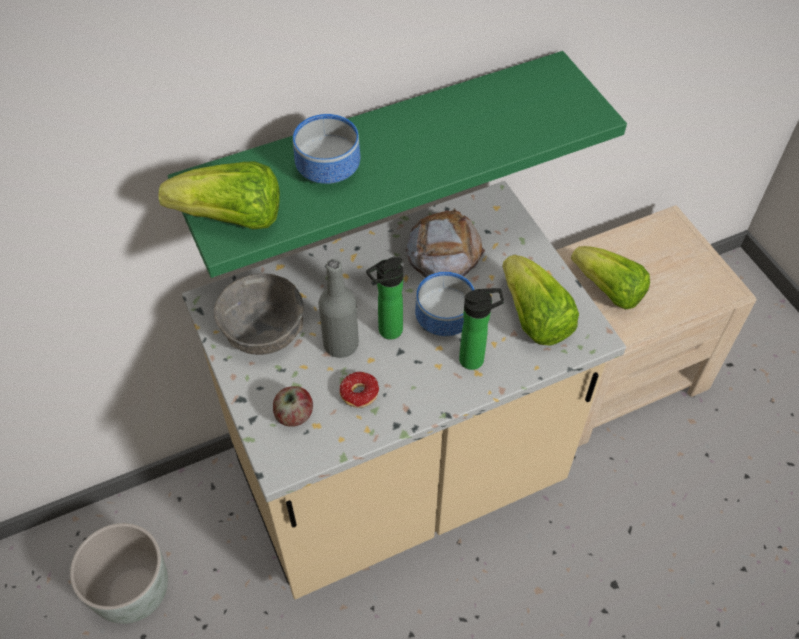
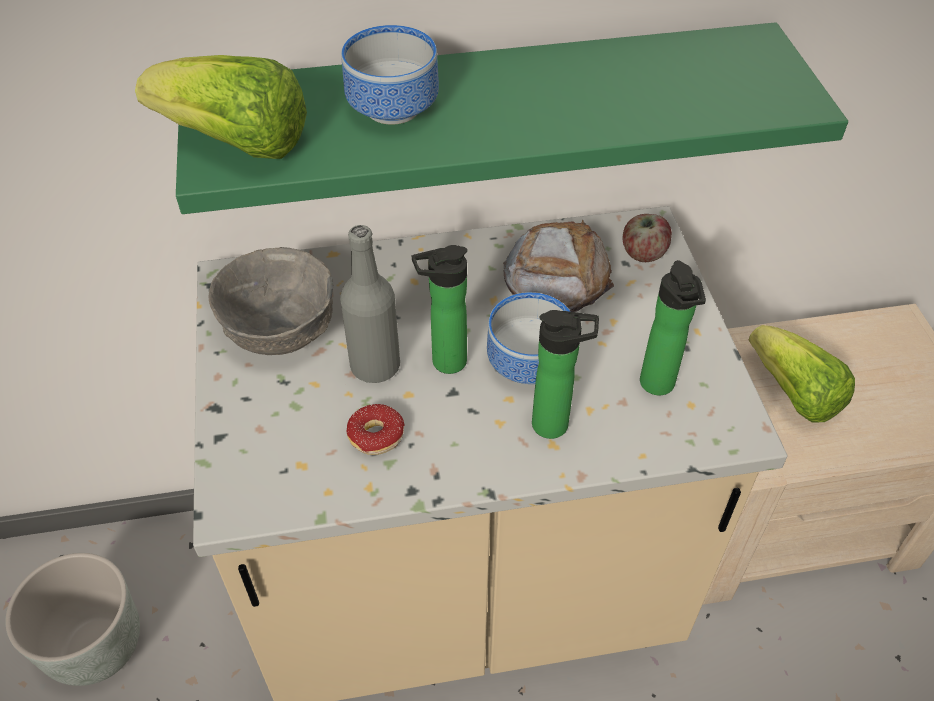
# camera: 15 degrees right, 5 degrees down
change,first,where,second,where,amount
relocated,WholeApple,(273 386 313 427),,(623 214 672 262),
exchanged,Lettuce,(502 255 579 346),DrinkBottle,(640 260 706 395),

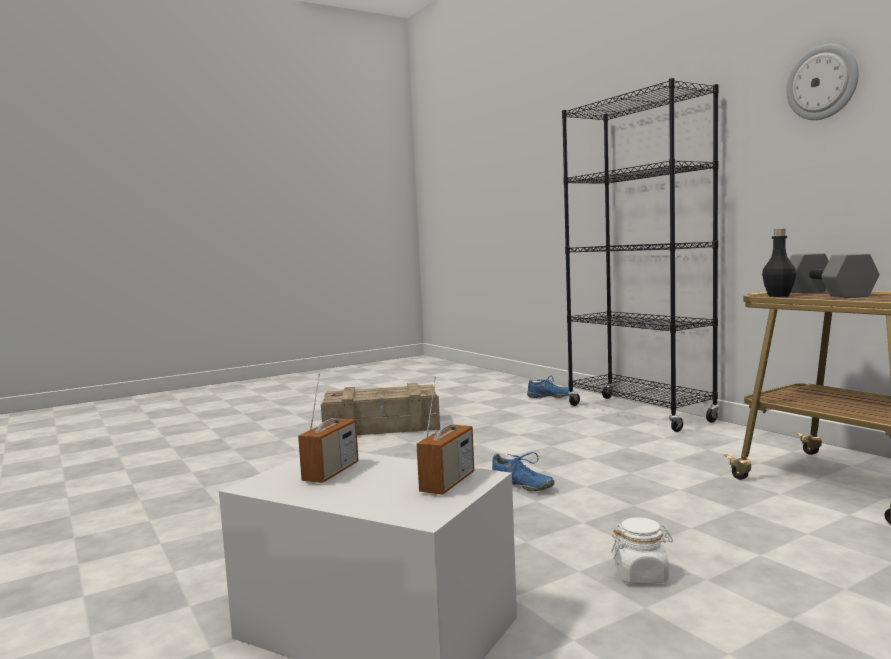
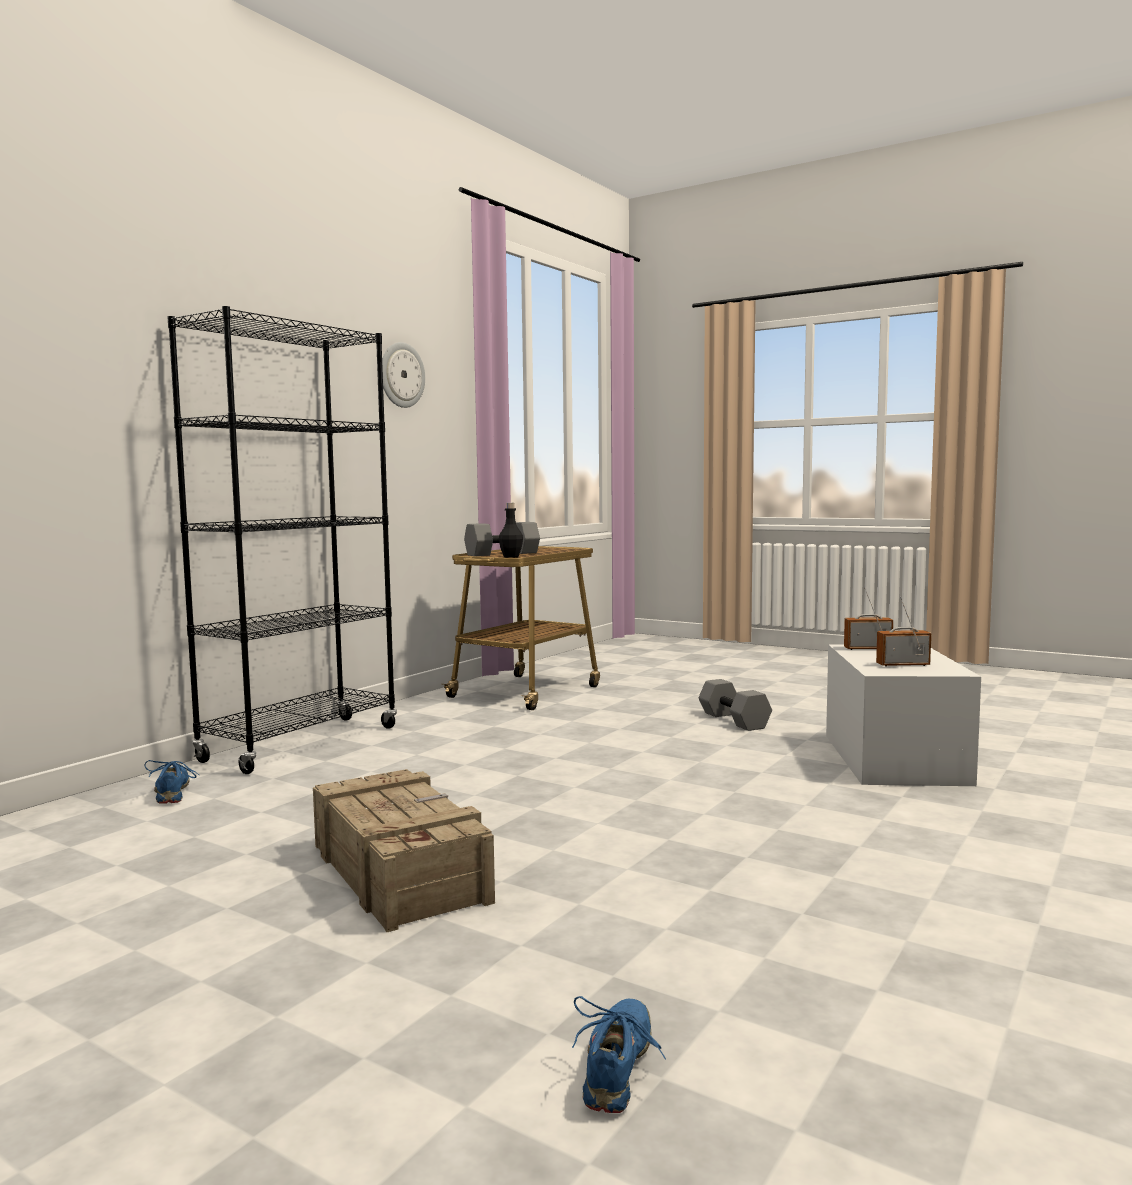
# camera: 115 degrees left, 0 degrees up
change,first,where,second,where,amount
relocated,BlueShoe,(492 452 554 491),,(572 996 666 1113),
exchanged,WhitishStorageJar,(610 517 673 584),GreyFreeWeight,(699 679 772 731),

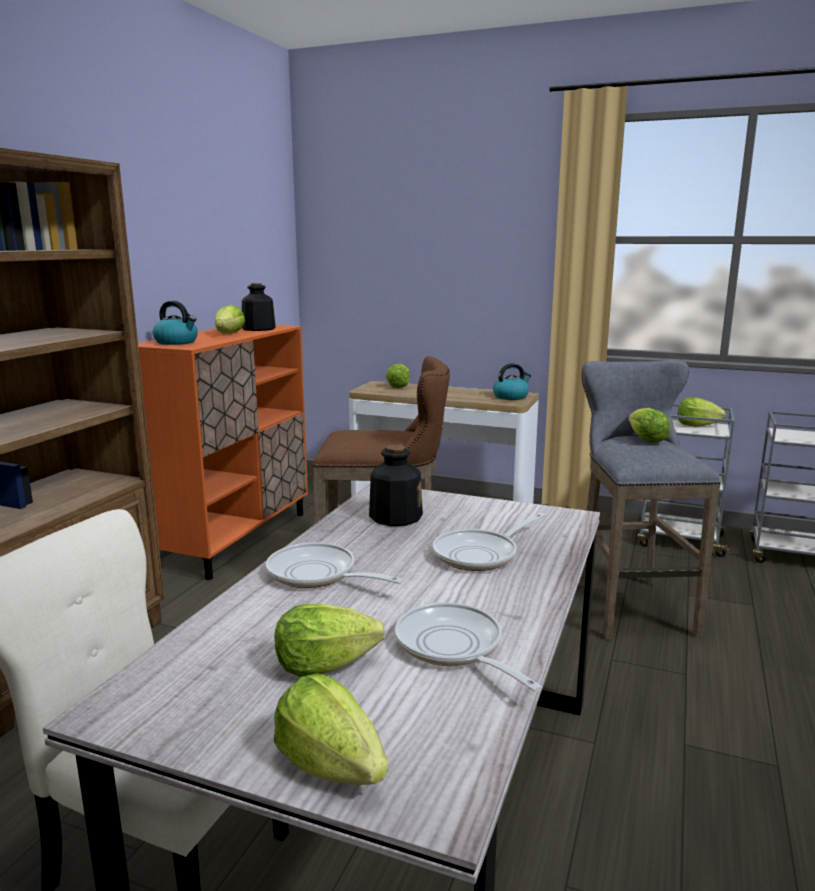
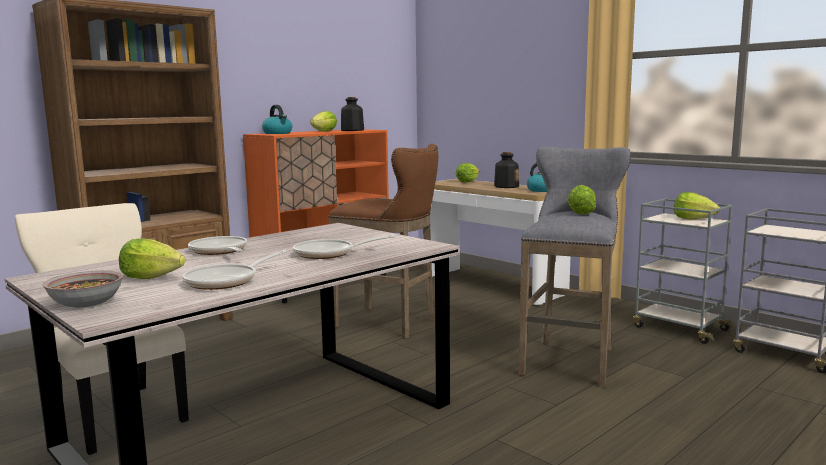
# camera: 25 degrees right, 5 degrees down
change,first,where,second,where,amount
exchanged,Lettuce,(273 673 388 785),DeepDish,(43 270 123 308),
spun,FryingPan,(395 602 542 692),,(182 250 288 290),135 degrees counterclockwise
relocated,DrinkBottle,(369 445 423 526),,(494 152 519 188),

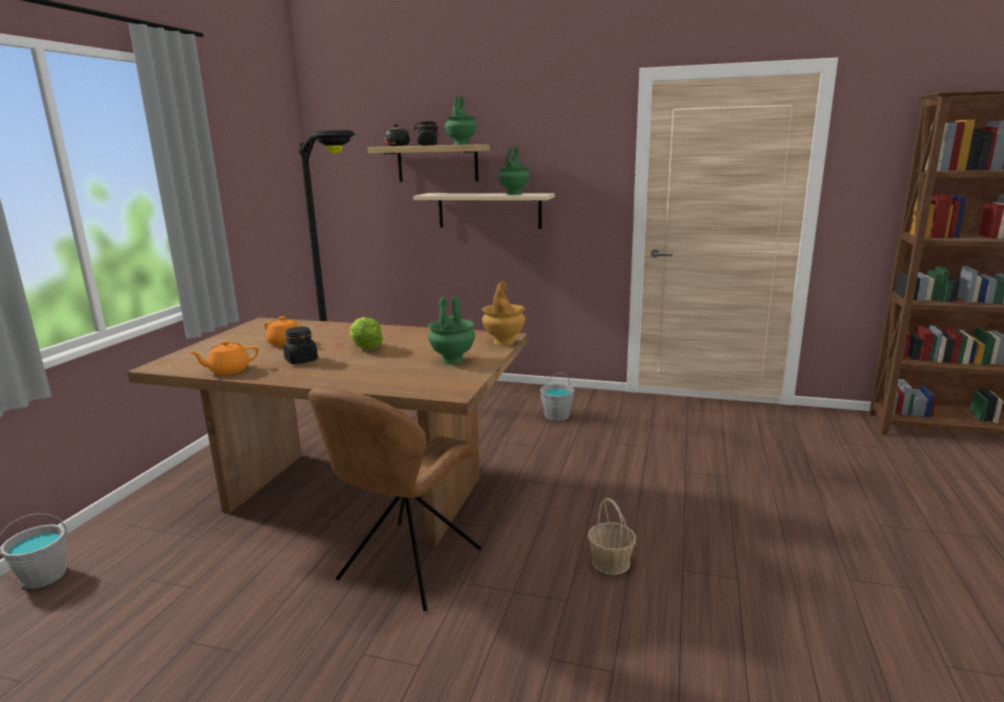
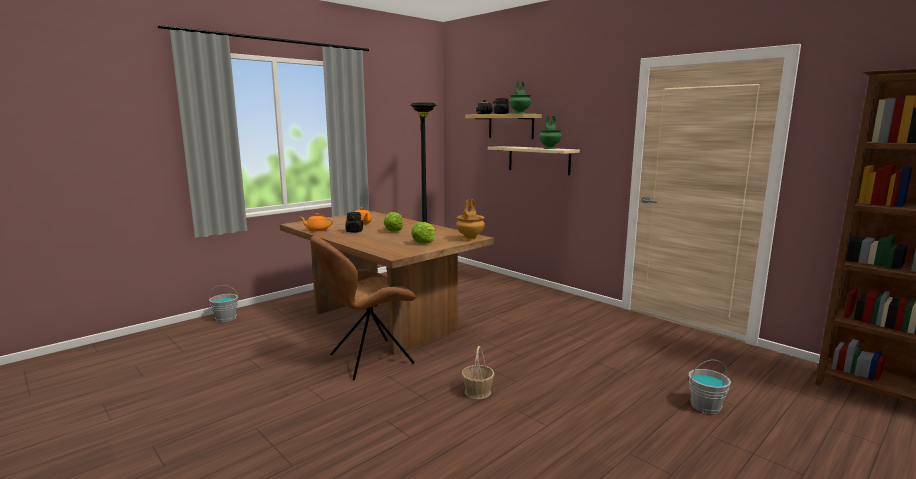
# camera: 30 degrees right, 5 degrees down
change,first,where,second,where,amount
exchanged,GreenDecorativeVase,(428 296 475 365),Lettuce,(411 222 435 244),
relocated,GreyWaterBucket,(540 373 574 421),,(689 360 731 414),

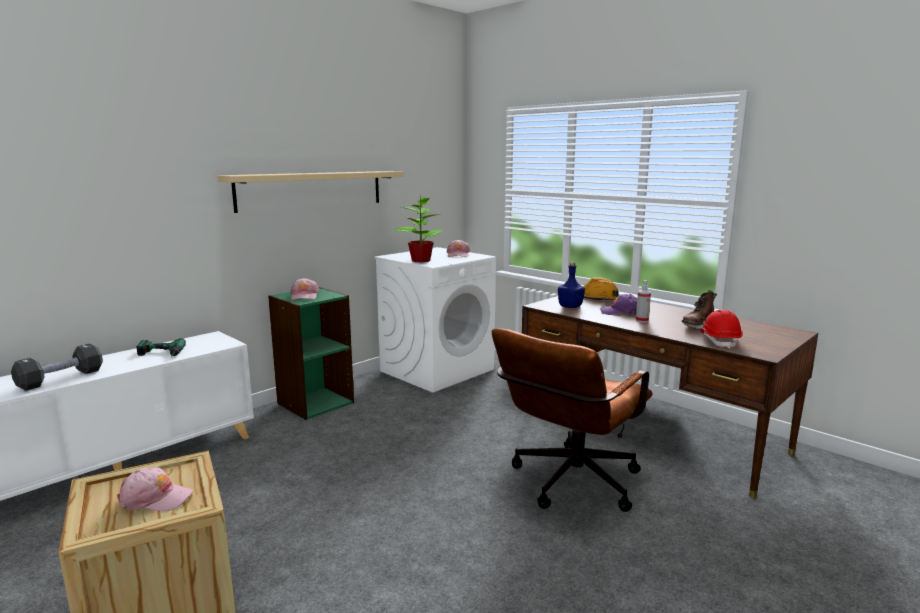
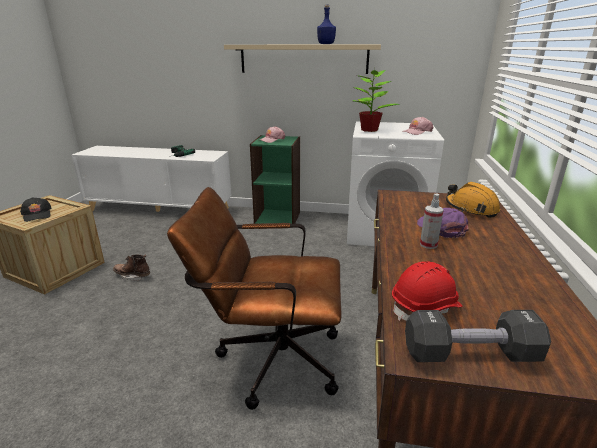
# camera: 55 degrees right, 10 degrees up
change,first,where,second,where,amount
colour,PinkBaseballCap,(117 467 193 511),BlackColouredBaseballCap,(20 197 52 222),
relocated,BrownBoot,(682 290 717 329),,(113 255 150 281),
relocated,BlueDrinkBottle,(558 262 585 308),,(317 4 336 44),
relocated,BlackColouredFreeWeight,(11 344 103 391),,(405 310 551 362),

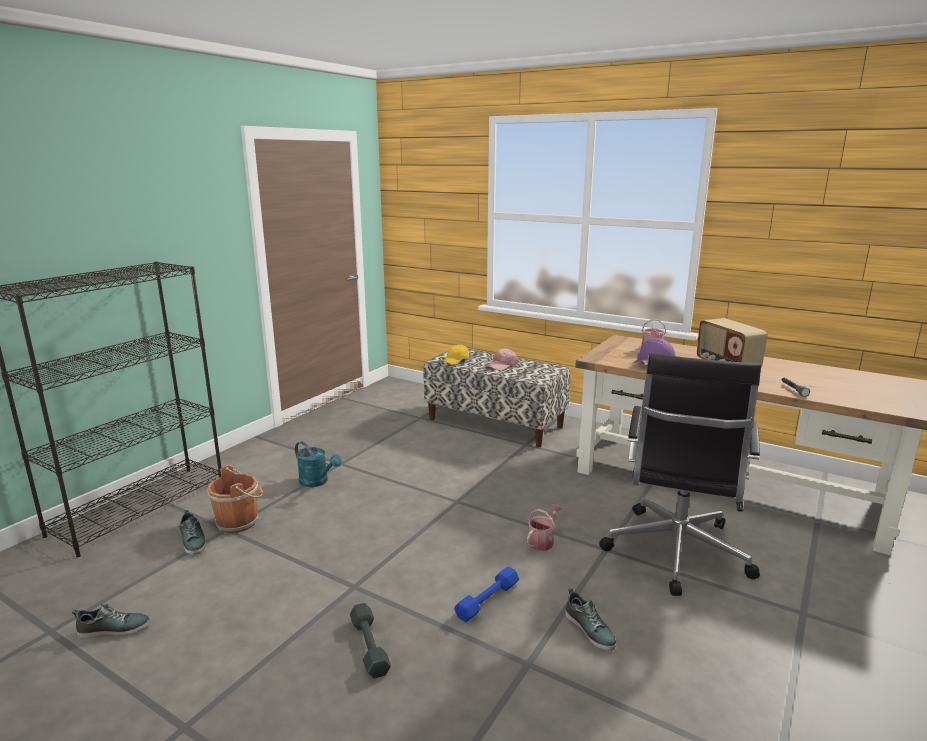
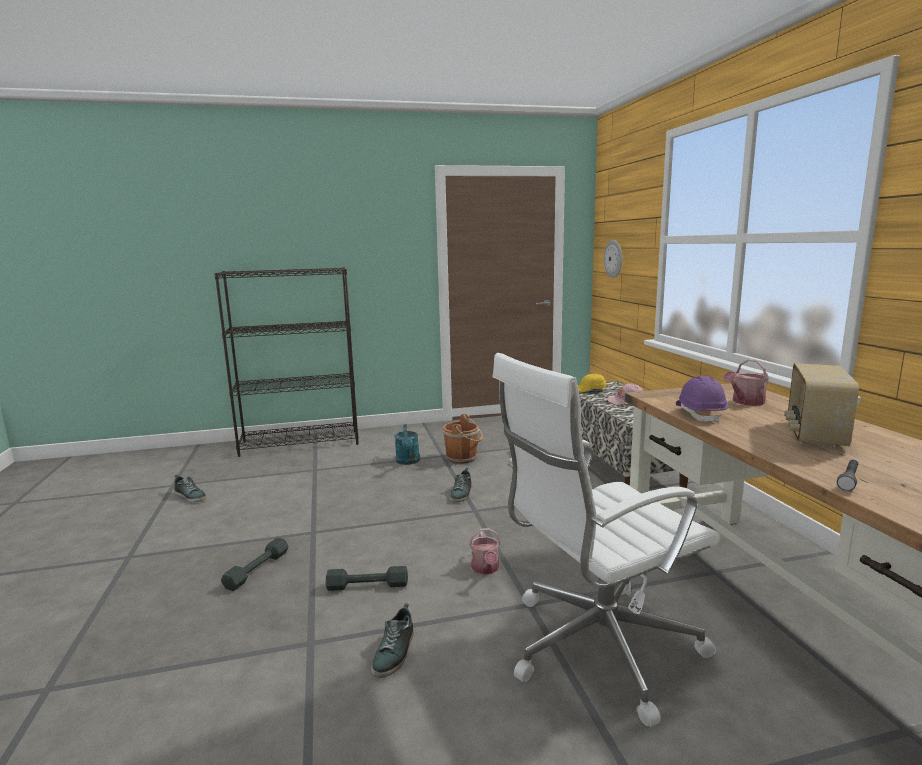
# camera: 45 degrees right, 5 degrees down
change,first,where,second,where,amount
colour,BlueFreeWeight,(454 567 519 622),GreyFreeWeight,(326 566 408 591),
relocated,BrownWaterBucket,(207 465 264 533),,(443 414 483 464),
relocated,Shoe,(179 510 206 555),,(450 468 471 503),
spun,SprinklingCan,(527 504 562 551),,(469 528 501 575),90 degrees clockwise
colour,BlackColouredOfficeChair,(599 353 761 596),WhitishOfficeChair,(493 353 720 727),
appeared,,,HangingClock,(604 240 622 278),

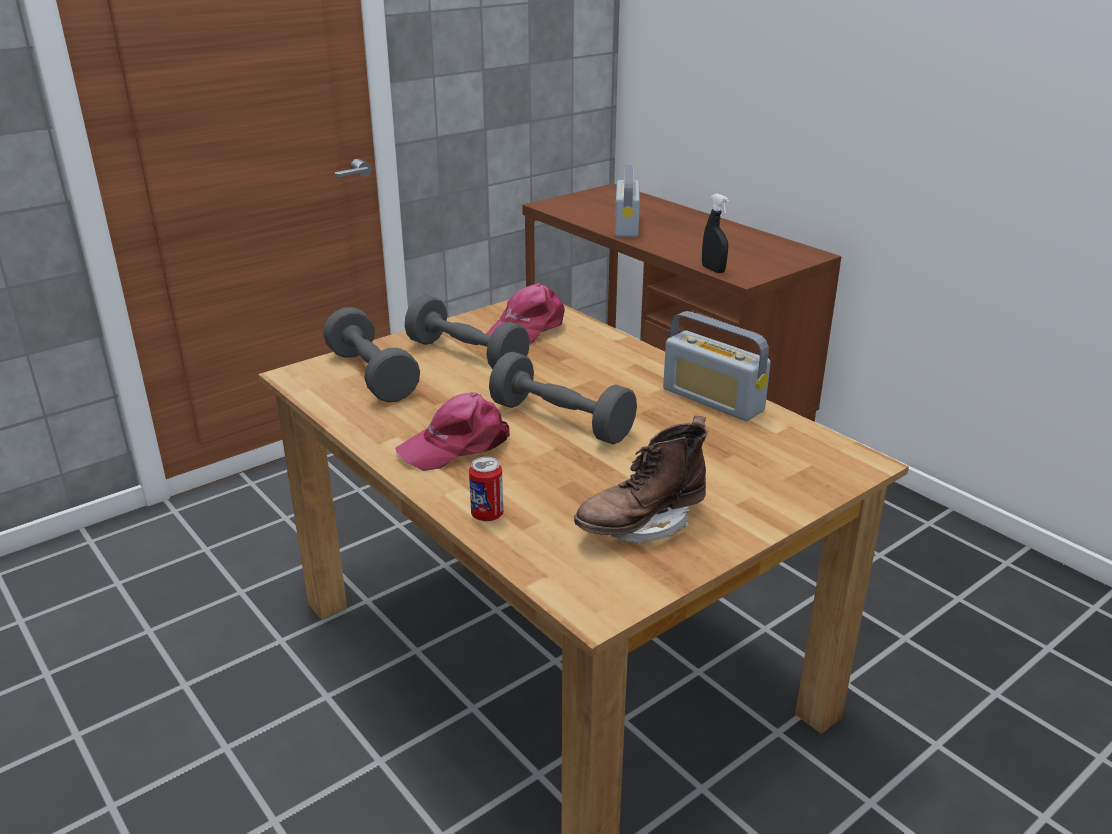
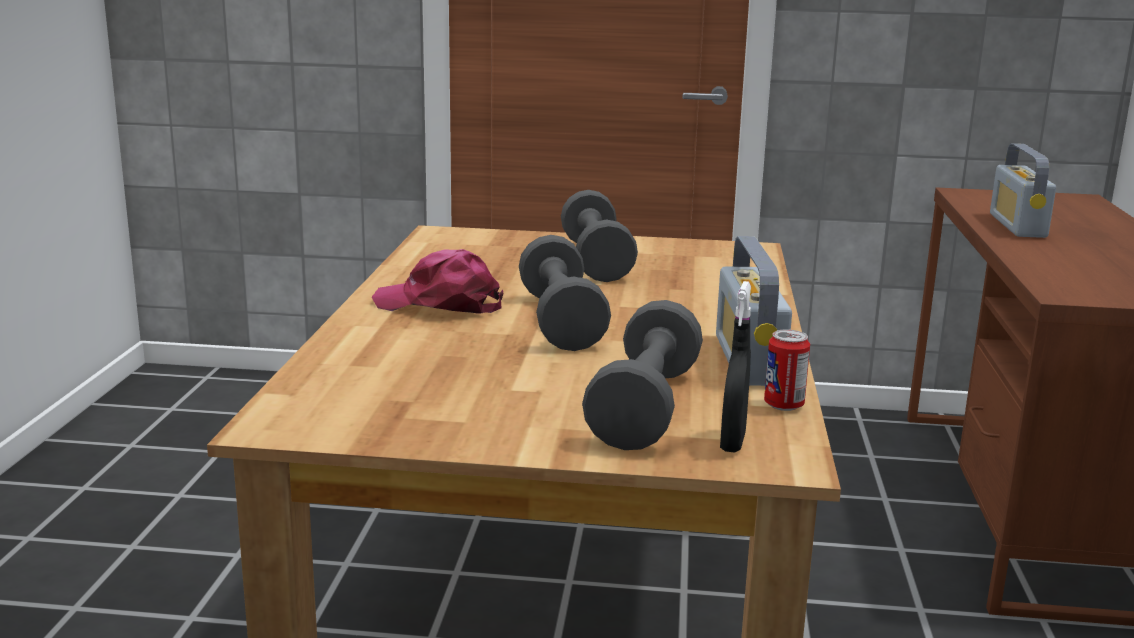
# camera: 45 degrees right, 10 degrees down
change,first,where,second,where,amount
relocated,GreyFreeWeight,(323 307 420 402),,(582 300 703 450),
relocated,BlackColouredSprayBottle,(702 193 729 273),,(720 281 751 452),
relocated,Can,(469 457 503 521),,(764 329 810 411),
spun,RadioSet,(615 164 640 237),,(990 143 1056 238),135 degrees clockwise
missing,PinkBaseballCap,(487 283 565 344),,,
missing,BrownBoot,(574 416 708 543),,,

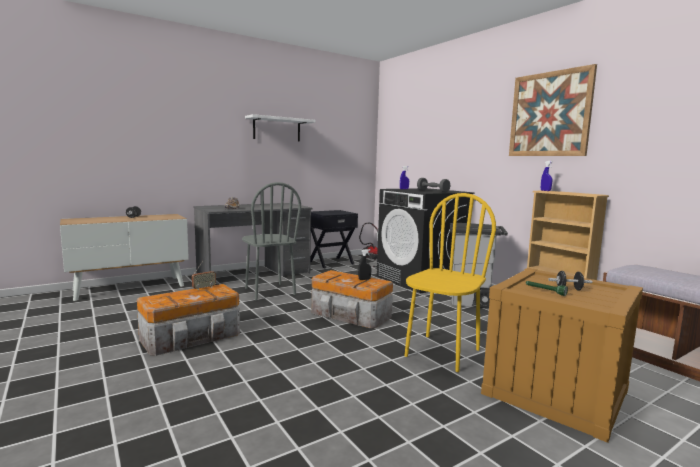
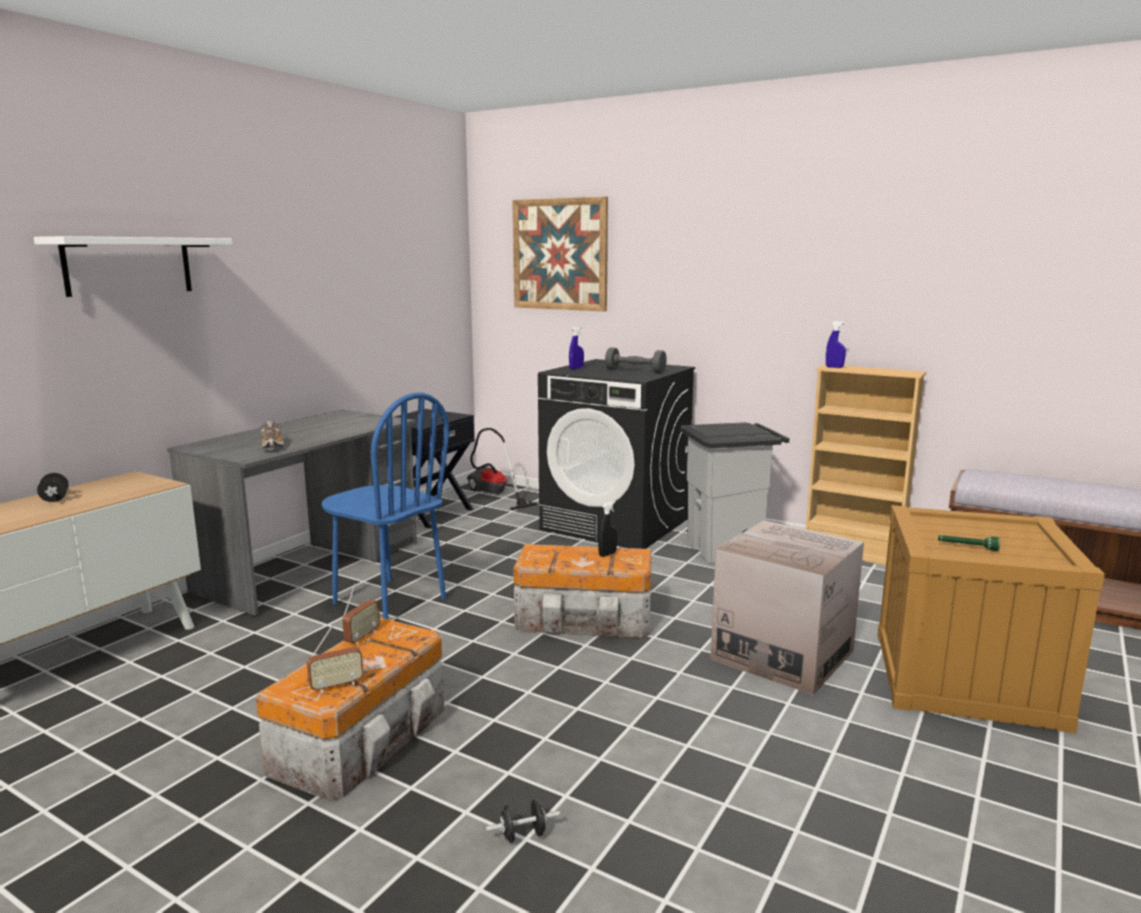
# camera: 25 degrees left, 5 degrees up
change,first,where,second,where,amount
relocated,WhitishShelf,(245 114 315 142),,(34 236 232 297),
appeared,,,RadioSet,(307 626 364 693),
colour,GreyChair,(242 182 301 300),BlueChair,(322 392 449 619),
relocated,BlackColouredFreeWeight,(548 271 592 290),,(486 799 560 843),
relocated,Picture,(509 64 597 156),,(512 197 608 311),
exchanged,YellowColouredChair,(404 193 496 372),CardboardBox,(710 520 864 695),

